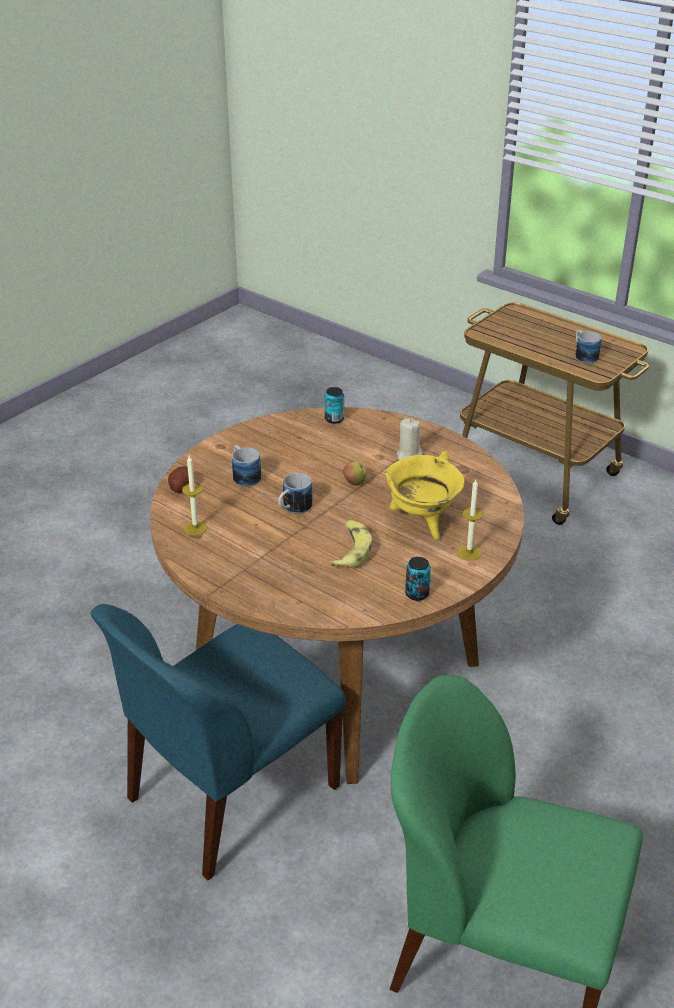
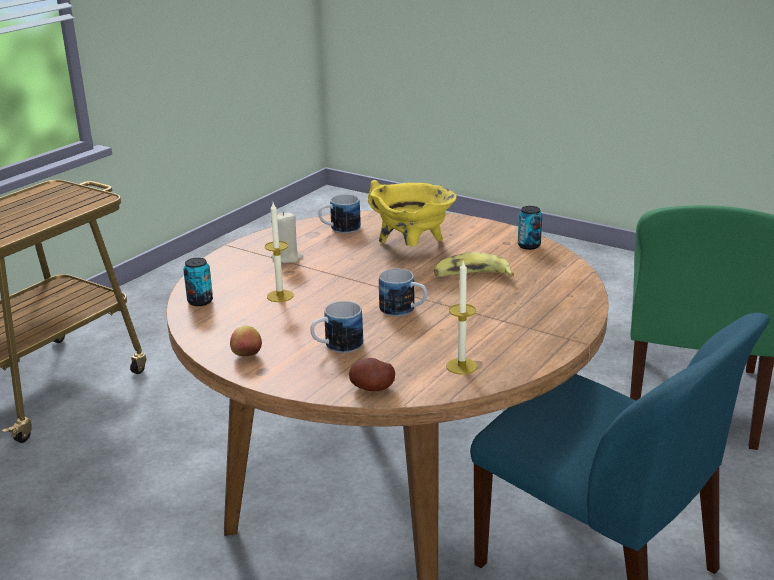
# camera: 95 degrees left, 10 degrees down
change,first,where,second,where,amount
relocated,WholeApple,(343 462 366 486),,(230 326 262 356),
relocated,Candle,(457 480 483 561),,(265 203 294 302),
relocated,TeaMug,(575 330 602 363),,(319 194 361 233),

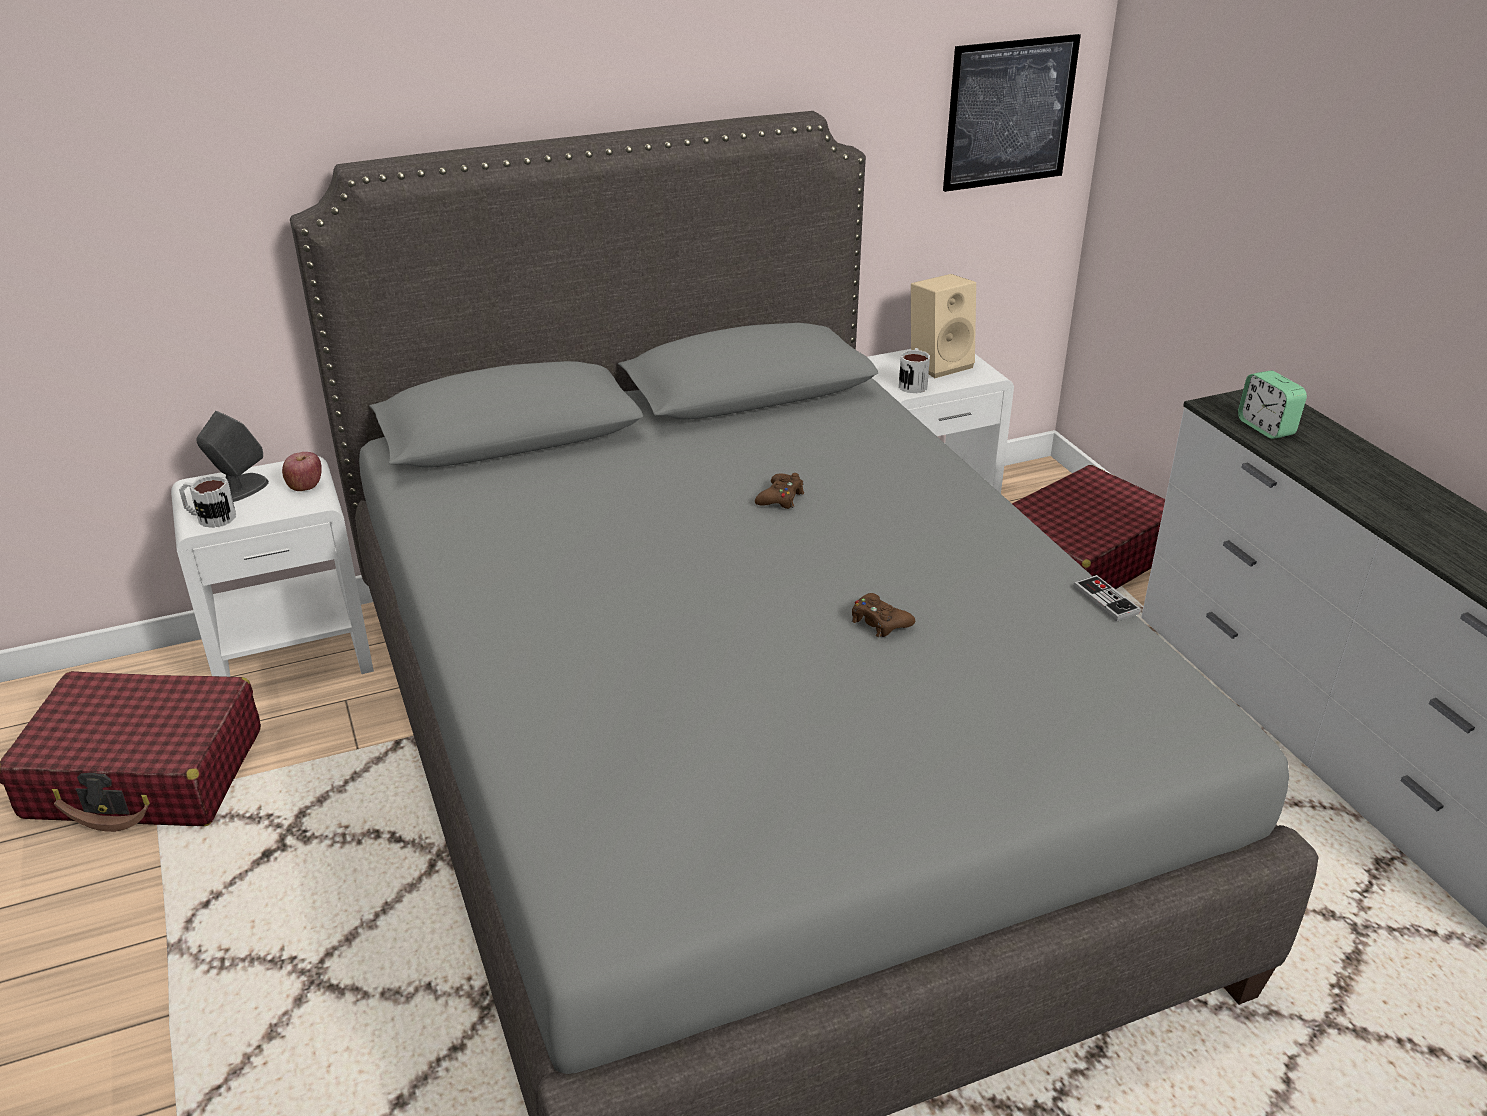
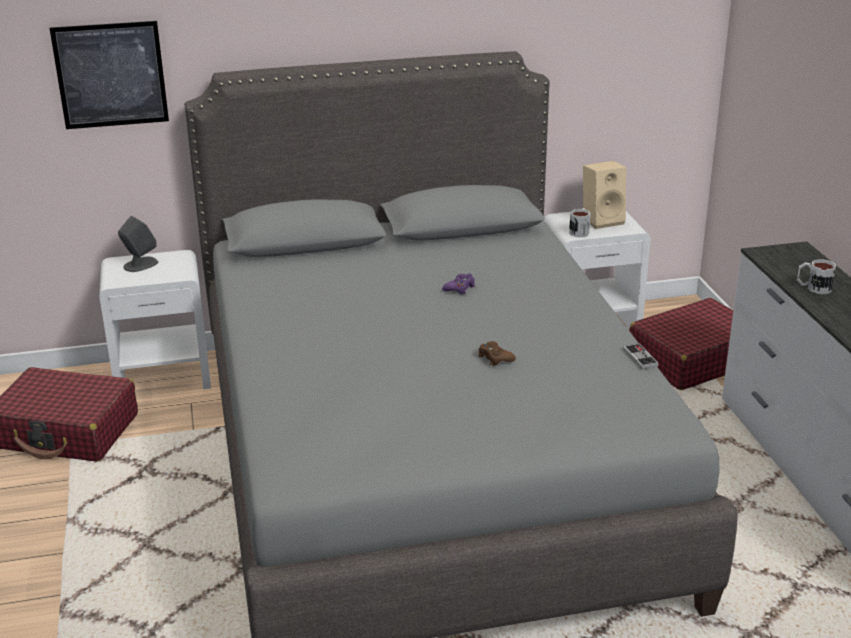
# camera: 10 degrees right, 5 degrees down
change,first,where,second,where,amount
relocated,Picture,(943 34 1081 192),,(50 21 169 129),
colour,BrownGameController,(755 473 804 509),PurpleColouredGameController,(442 273 475 295),
relocated,TeaMug,(179 475 236 528),,(797 259 836 294),
missing,WholeApple,(282 452 322 491),,,
missing,BedsideClock,(1238 371 1307 439),,,

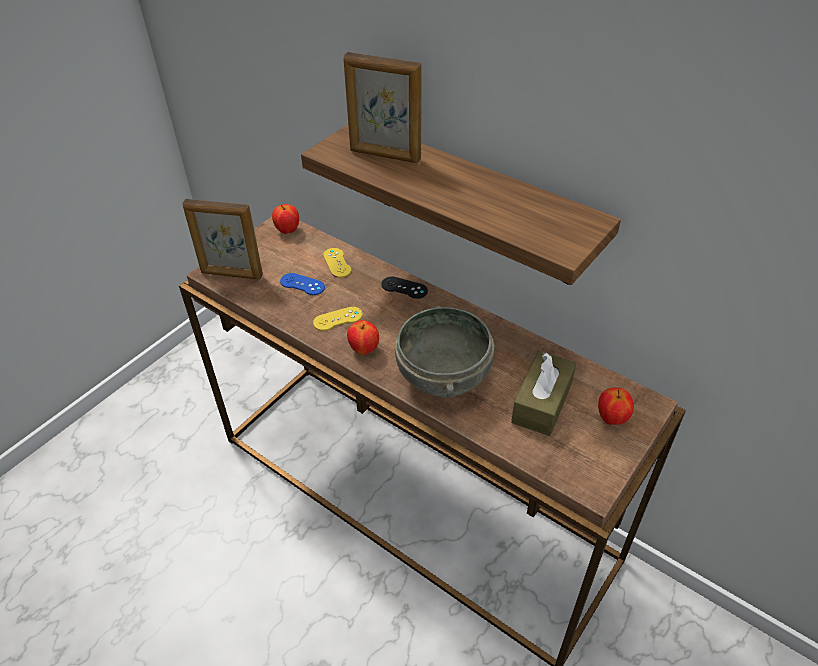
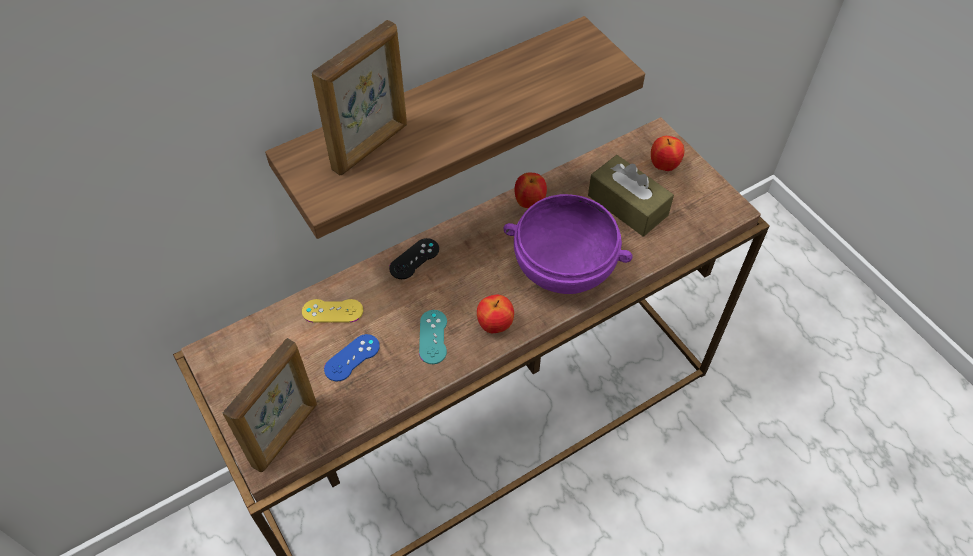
# camera: 70 degrees left, 10 degrees up
change,first,where,second,where,amount
colour,YellowColouredGameController,(313 307 363 331),TurquoiseGameController,(419 310 447 364),
colour,GreyDeepDish,(395 306 495 398),PurpleColouredDeepDish,(504 194 632 294),
relocated,WholeApple,(272 204 299 234),,(514 173 547 208),

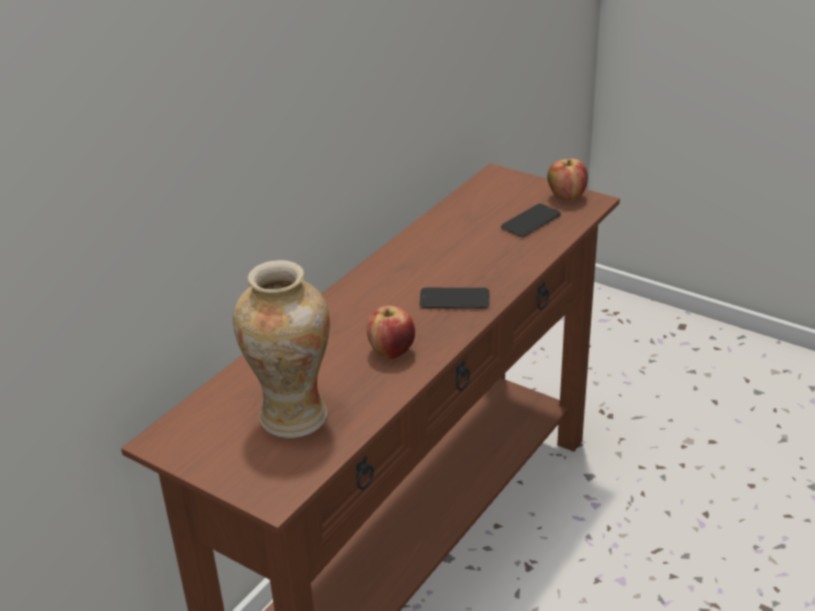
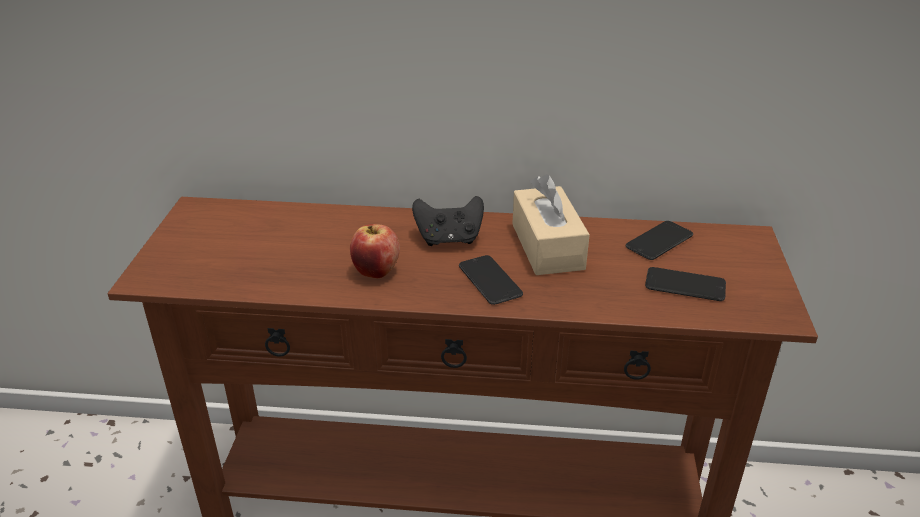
# camera: 60 degrees right, 0 degrees up
change,first,where,second,where,amount
appeared,,,BlackColouredGameController,(412 196 484 246),
appeared,,,BeigeColouredTissueBox,(513 174 590 275),
appeared,,,Telephone,(626 221 693 260),
missing,DecorativeVase,(233 260 330 438),,,
missing,WholeApple,(547 158 588 202),,,

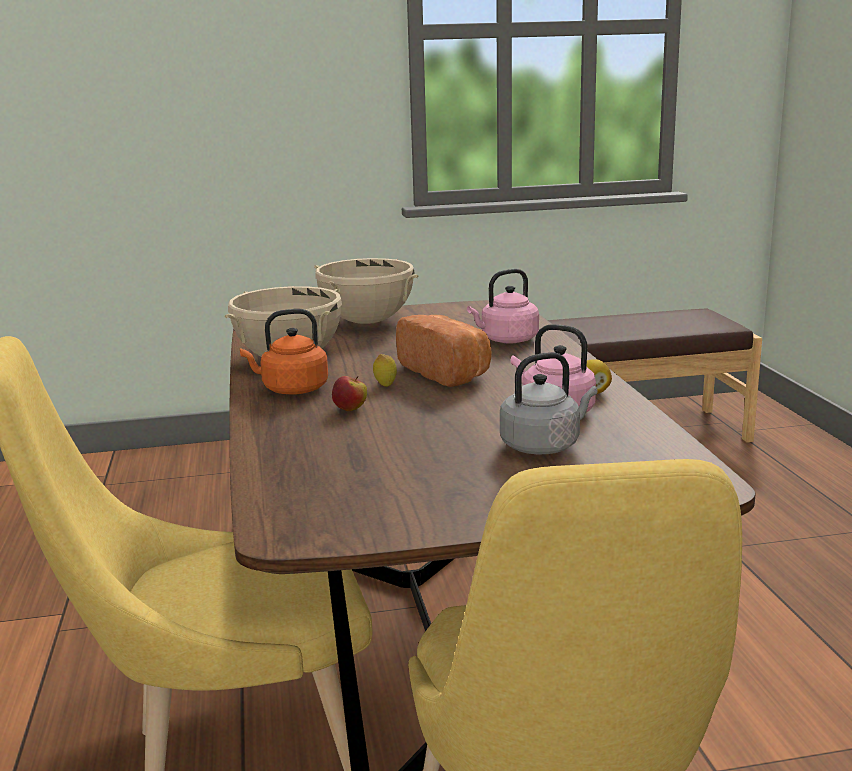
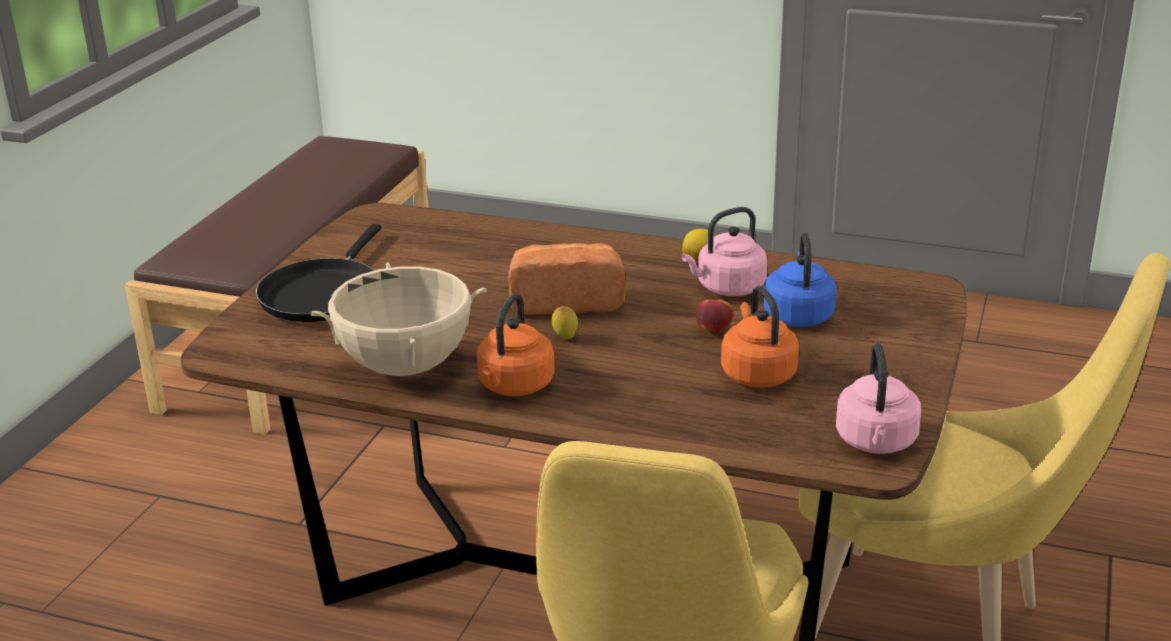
# camera: 60 degrees left, 10 degrees up
change,first,where,second,where,amount
exchanged,BeigeColouredStockpot,(314 258 418 324),BlackColouredFryingPan,(256 224 381 322),
relocated,WholeApple,(332 376 367 411),,(695 295 733 333),
appeared,,,OrangeColouredKettle,(721 286 799 388),
colour,GreyKettle,(500 352 598 454),BlueKettle,(763 233 836 327),
relocated,PinkKettle,(467 269 539 344),,(836 343 921 454),

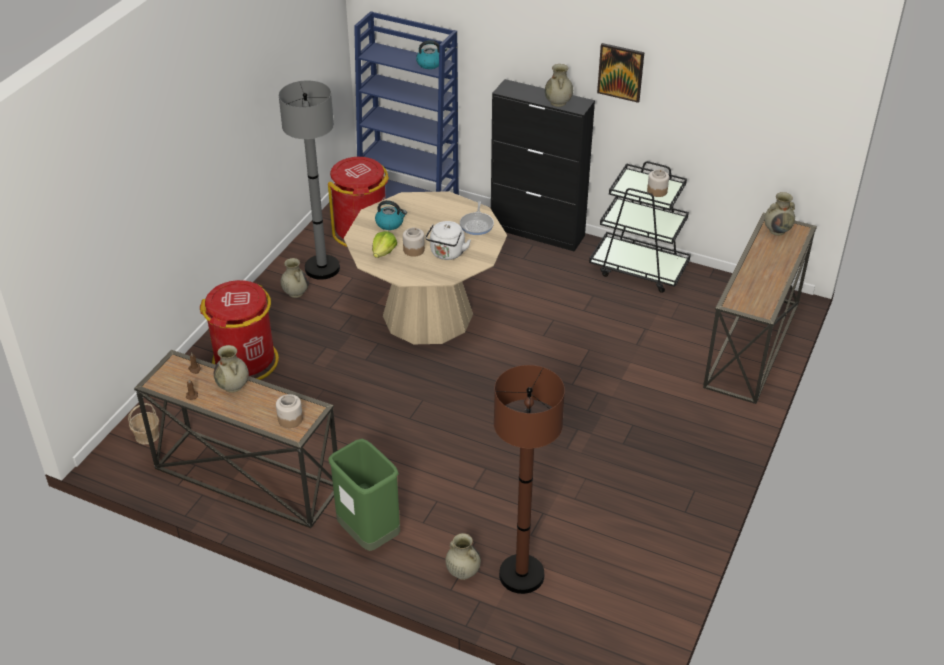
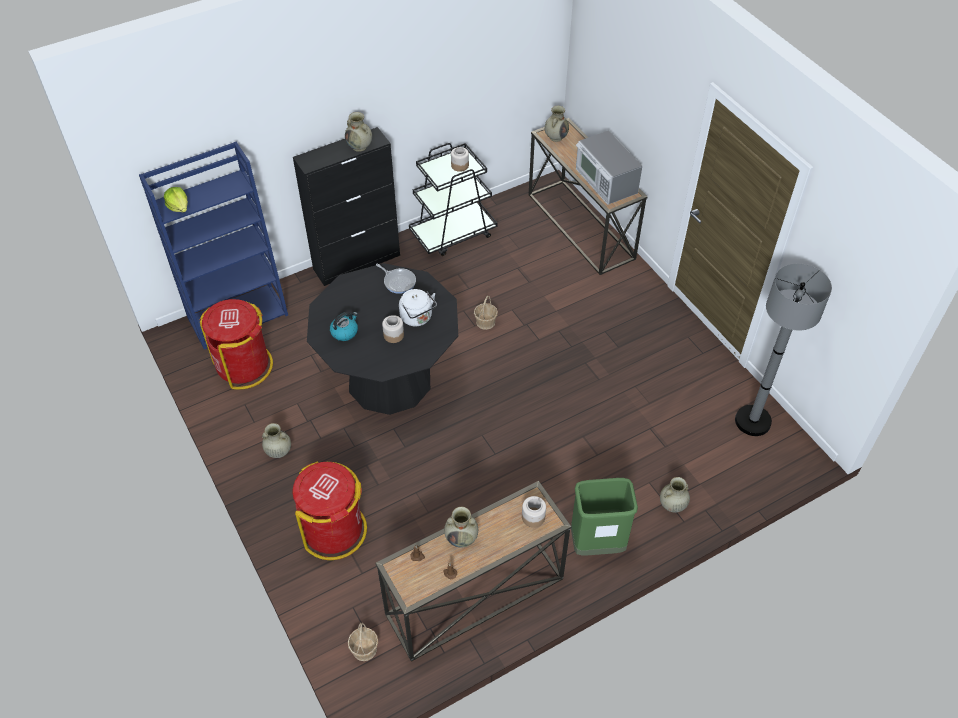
# camera: 55 degrees left, 10 degrees up
change,first,where,second,where,amount
relocated,Lettuce,(372 231 397 258),,(164 187 188 212),
colour,BeigeColouredDiningTable,(344 191 507 344),BlackColouredDiningTable,(307 263 458 415),
appeared,,,StorageBasket,(474 296 498 330),
appeared,,,MicrowaveOven,(576 130 642 205),
relocated,GreyFloorLamp,(279 80 340 280),,(735 263 832 436),
missing,Kettle,(416 40 447 69),,,
missing,BrownFloorLamp,(494 365 565 594),,,
missing,Picture,(597 43 644 103),,,

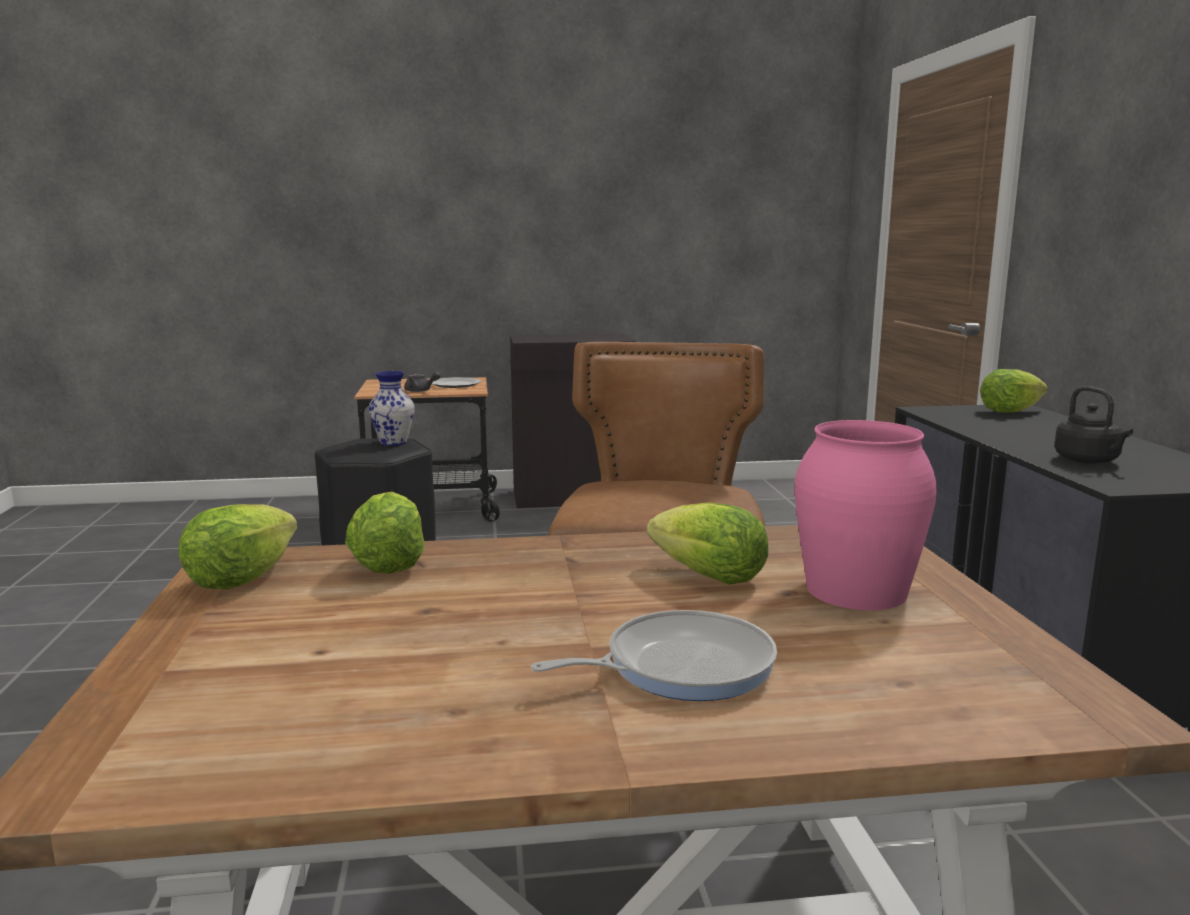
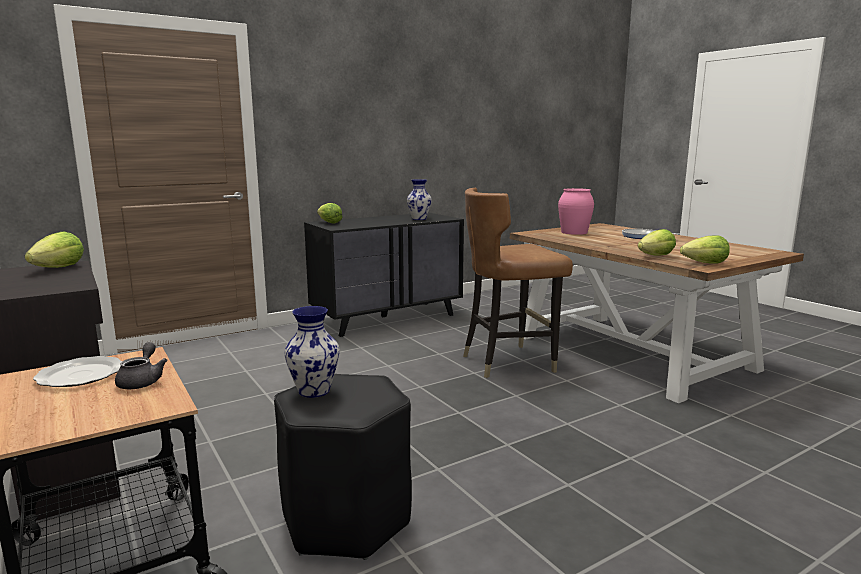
# camera: 115 degrees left, 0 degrees up
change,first,where,second,where,amount
relocated,Lettuce,(647 502 768 585),,(25 232 84 268),
exchanged,BlackColouredKettle,(1054 386 1133 464),DecorativeVase,(407 179 432 220),

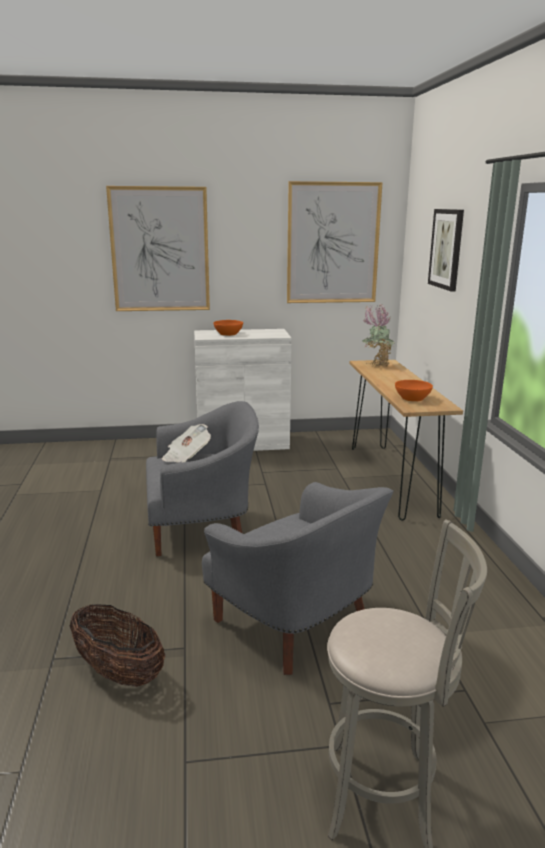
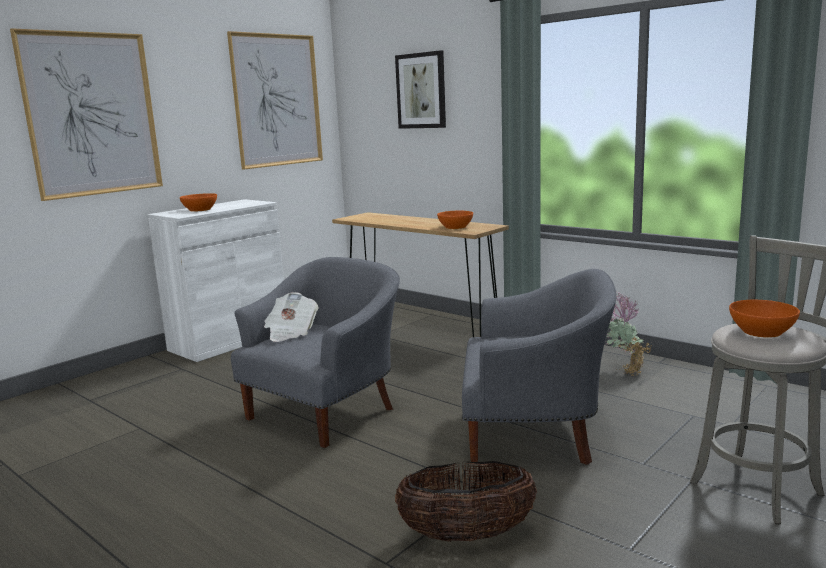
# camera: 40 degrees left, 5 degrees down
change,first,where,second,where,amount
relocated,Houseplant,(362 304 395 367),,(605 292 652 376),
appeared,,,OrangeColouredDeepDish,(729 300 800 338),

